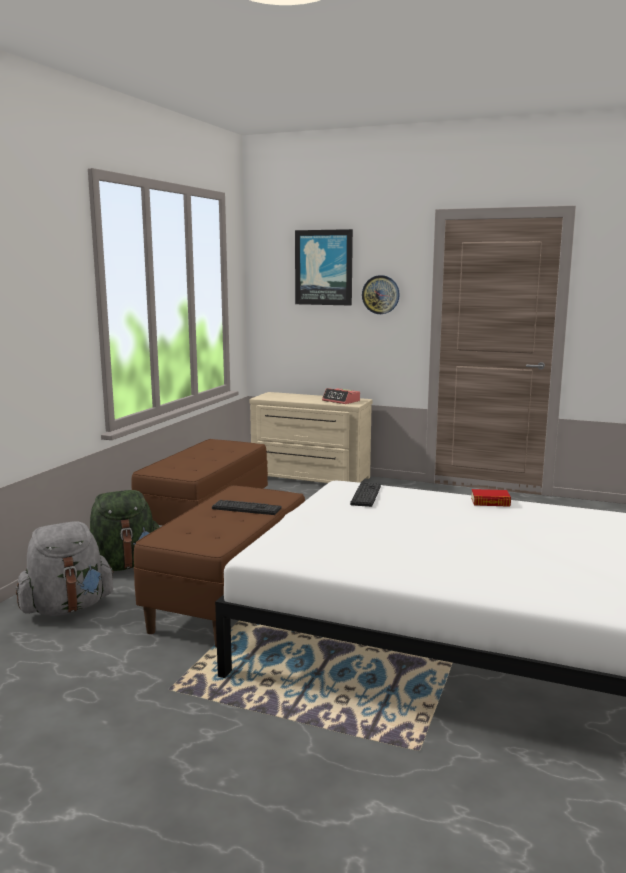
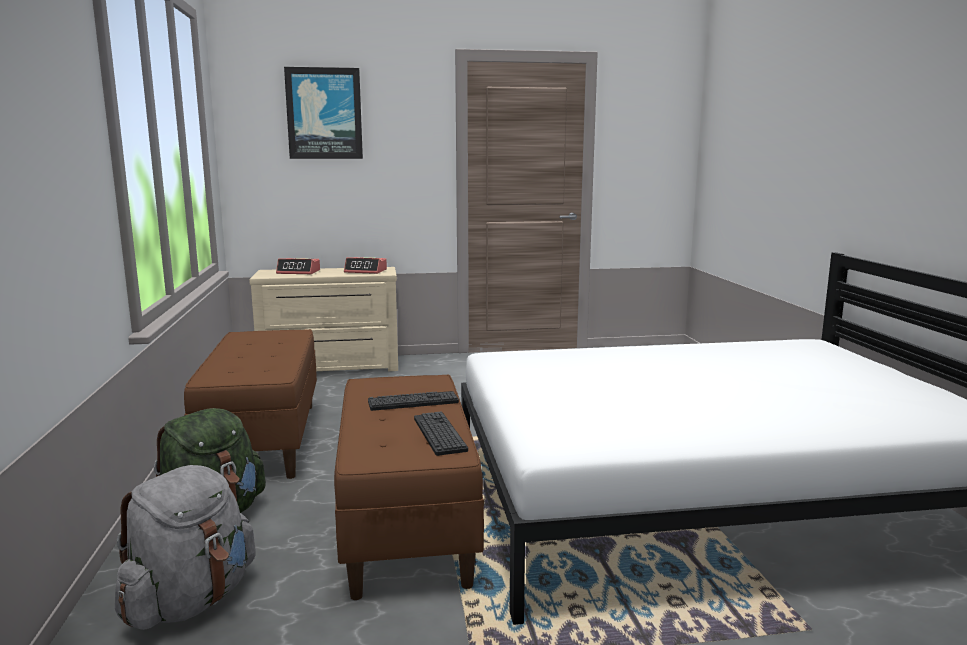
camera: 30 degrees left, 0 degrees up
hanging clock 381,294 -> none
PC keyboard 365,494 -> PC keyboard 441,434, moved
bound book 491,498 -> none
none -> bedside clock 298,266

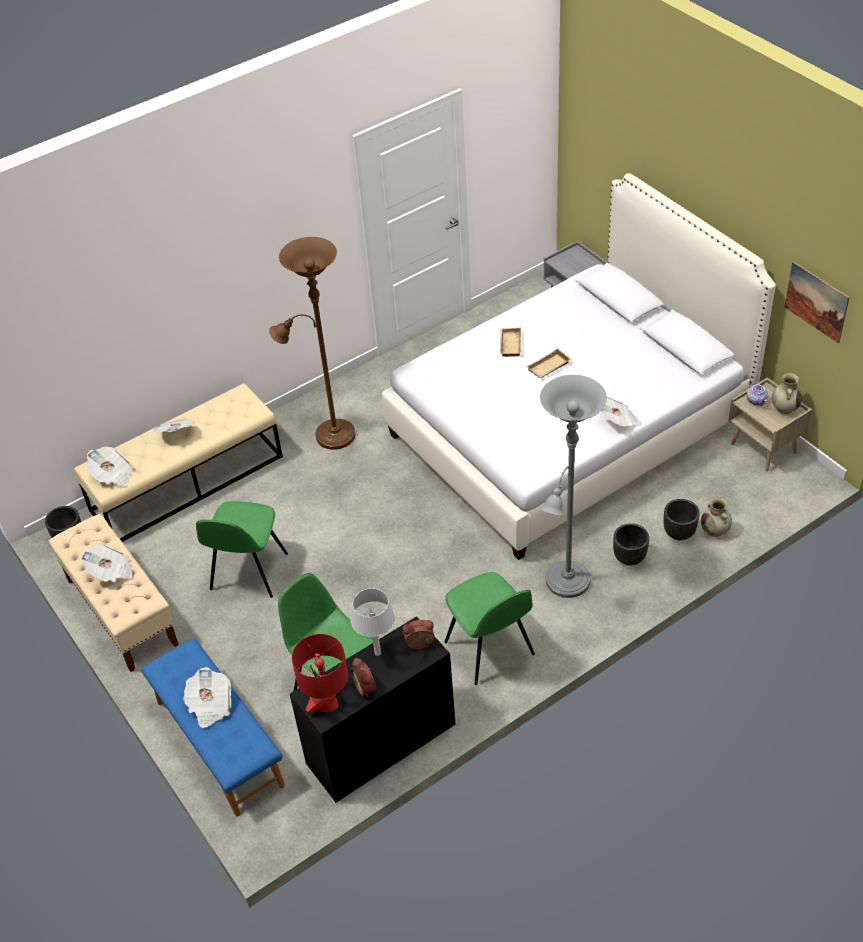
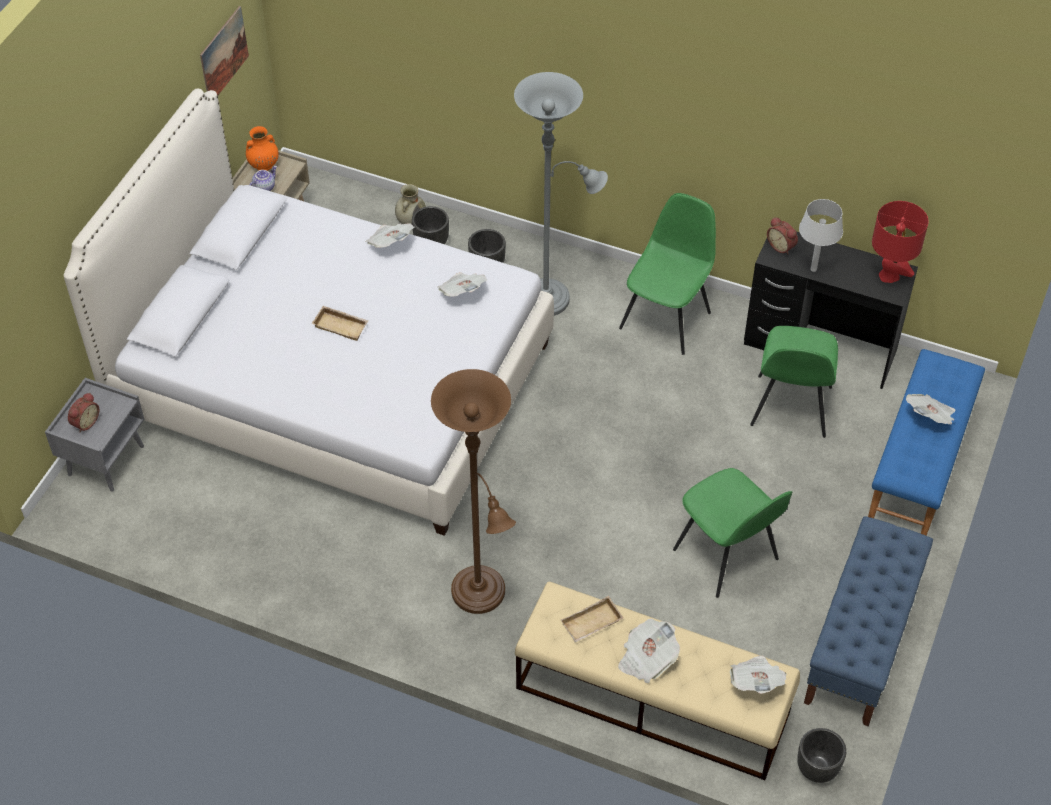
camera: 125 degrees left, 5 degrees up
beige carrying tray 510,342 -> beige carrying tray 592,619, moved
beige decorative vase 787,393 -> orange decorative vase 262,148
greenish upright chair 242,549 -> greenish upright chair 732,533, 75 degrees clockwise
beige bench 114,593 -> bluish bench 868,621
newspaper 107,563 -> newspaper 462,284, moved
bedside clock 363,677 -> bedside clock 83,412, moved

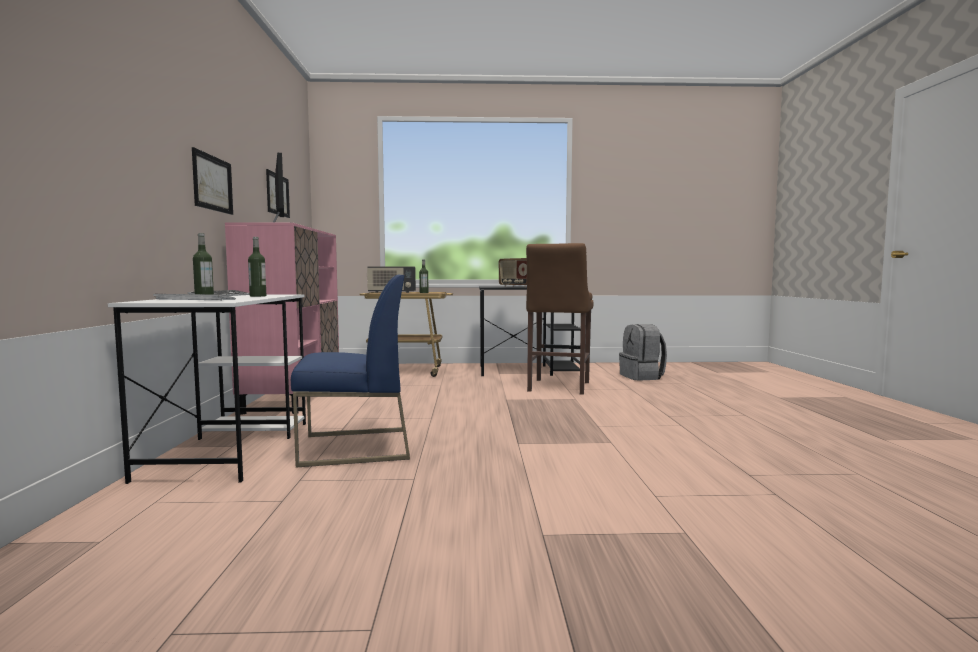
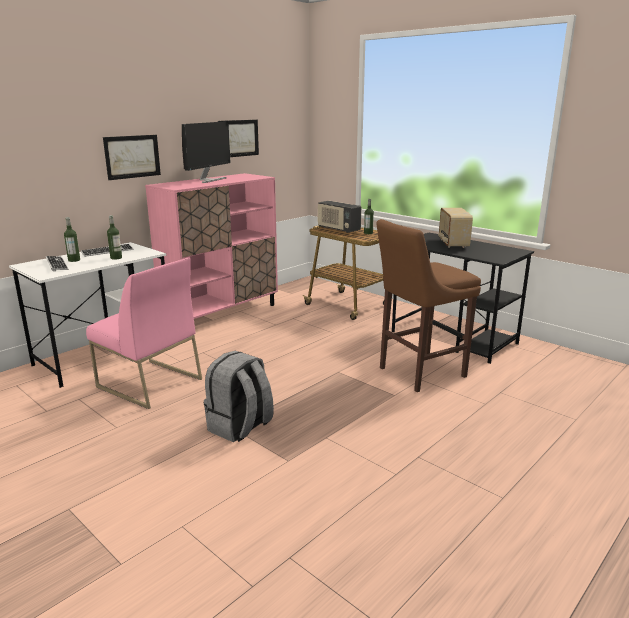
camera: 45 degrees right, 15 degrees up
bluish upright chair 350,371 -> pink-coloured upright chair 144,333
grey backpack 643,352 -> grey backpack 239,396, moved

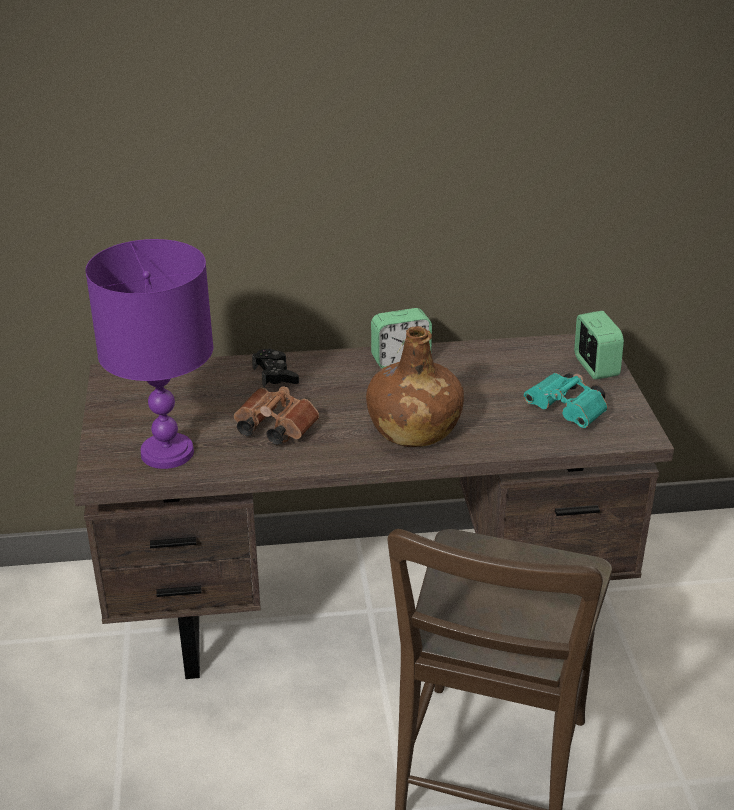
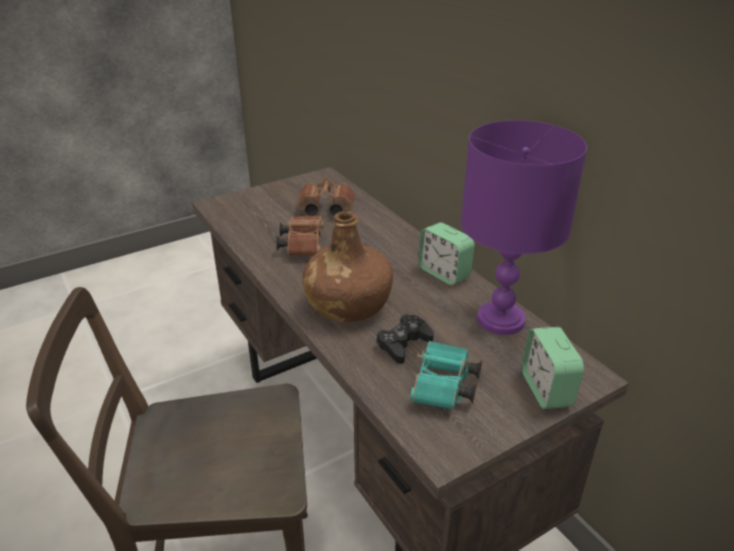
camera: 65 degrees right, 0 degrees up
purplish tabletop lamp 149,354 -> purplish tabletop lamp 524,227, moved
bedside clock 599,345 -> bedside clock 553,368, 120 degrees clockwise
black-coloured game controller 275,368 -> black-coloured game controller 405,339, moved
none -> brown binoculars 326,197

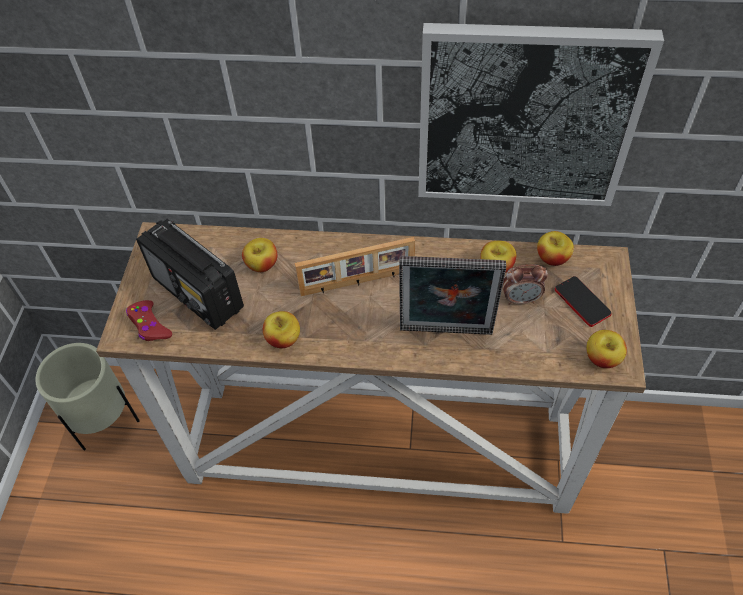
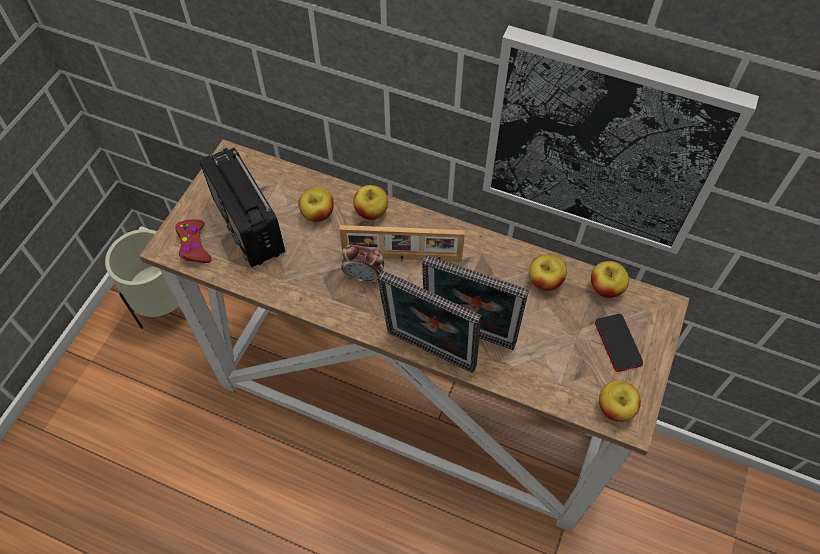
camera: 15 degrees right, 5 degrees up
bedside clock 525,284 -> bedside clock 362,264, moved
apple fruit 281,329 -> apple fruit 370,202, moved
none -> standing frame 429,321

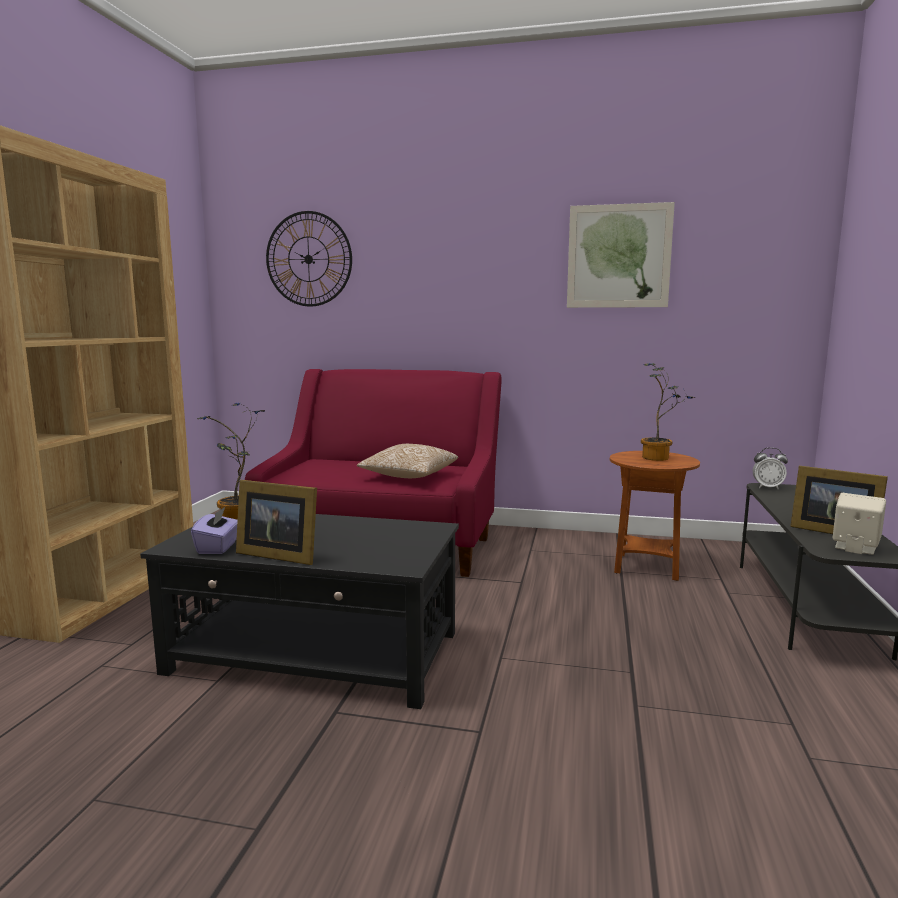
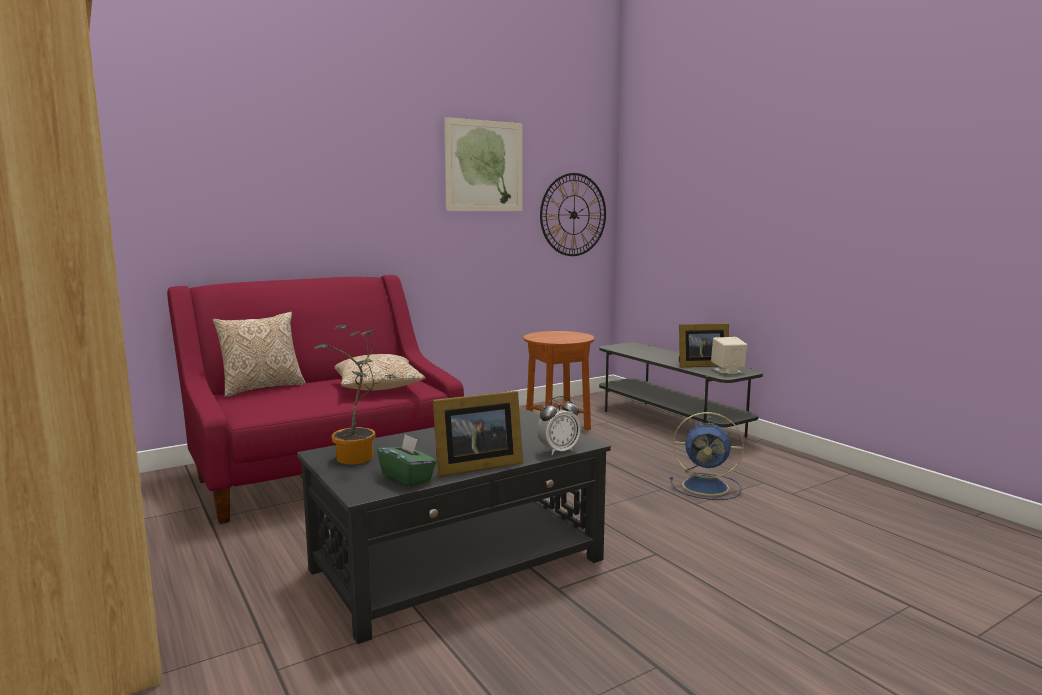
camera: 45 degrees left, 0 degrees up
hanging clock 309,259 -> hanging clock 573,214, moved
plant in a pot 668,412 -> none
bedside clock 770,468 -> bedside clock 559,425, moved
purplish tissue box 214,530 -> greenish tissue box 406,461
none -> throw pillow 259,354
none -> bluish fan 707,456

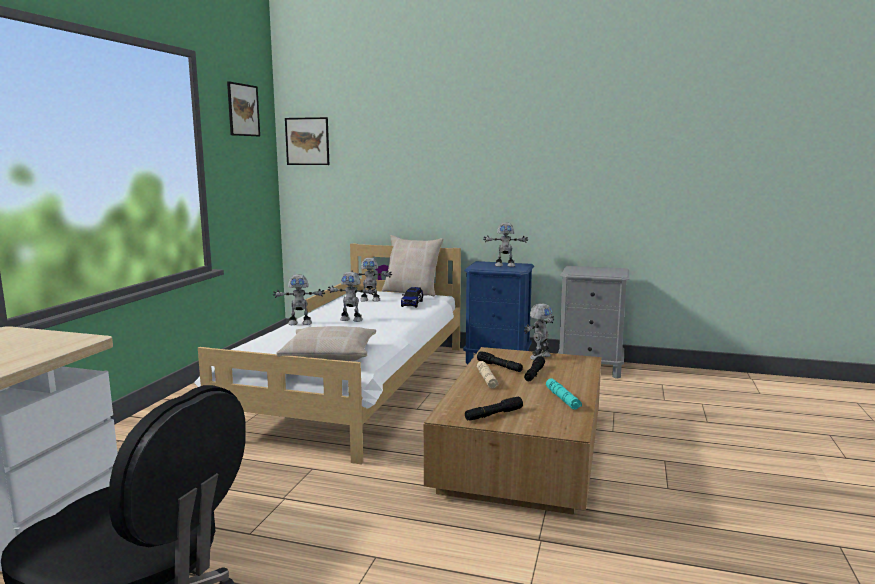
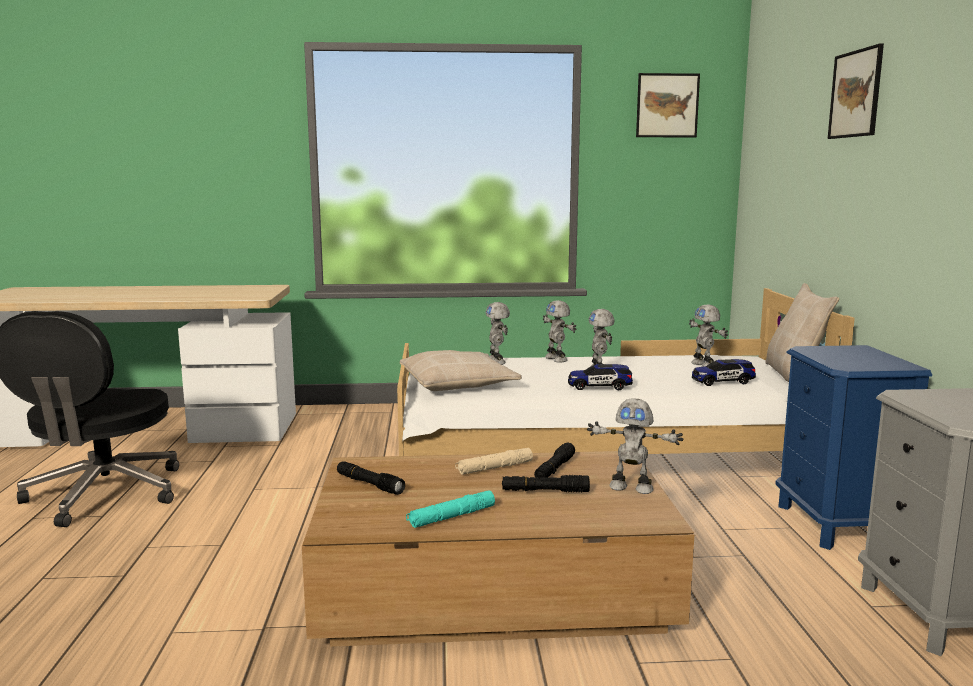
camera: 70 degrees right, 0 degrees up
picture 307,141 -> picture 856,91, moved
toy robot 505,244 -> toy robot 498,333, moved
none -> model car 600,377

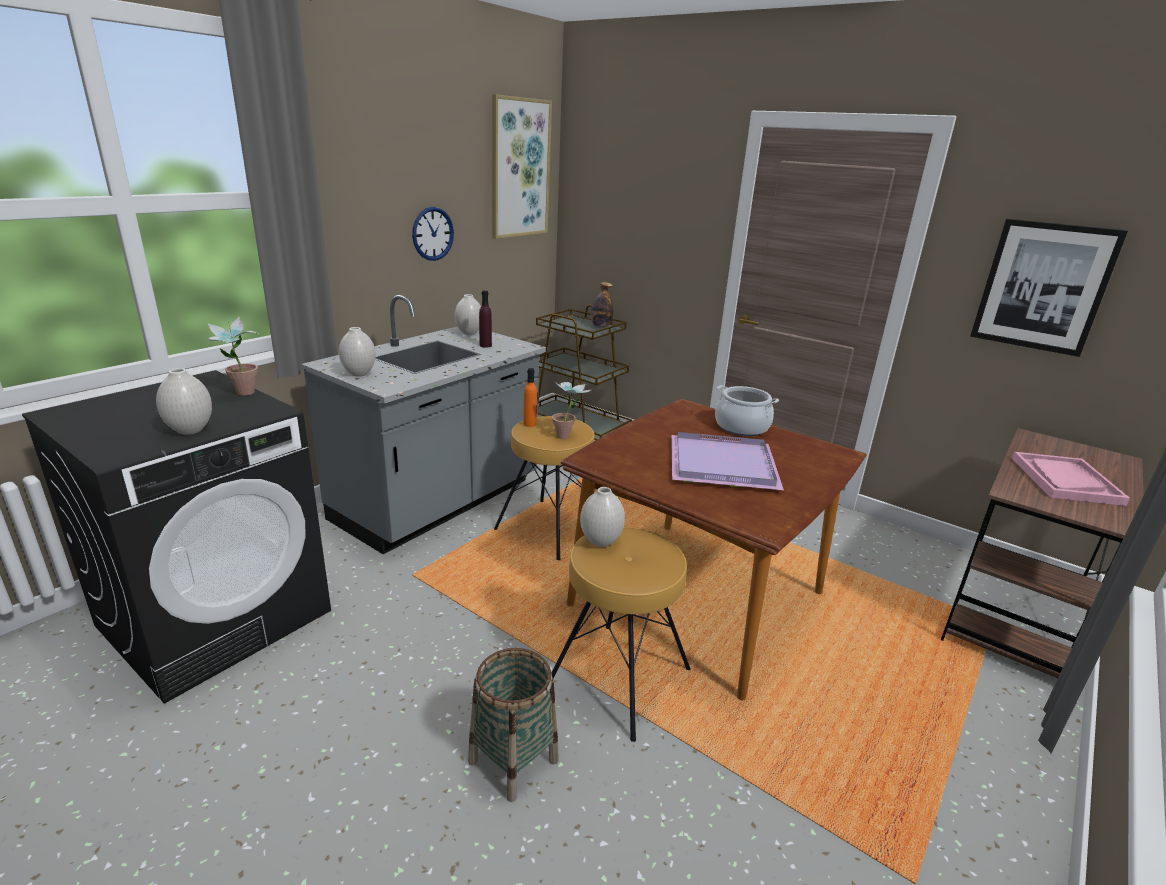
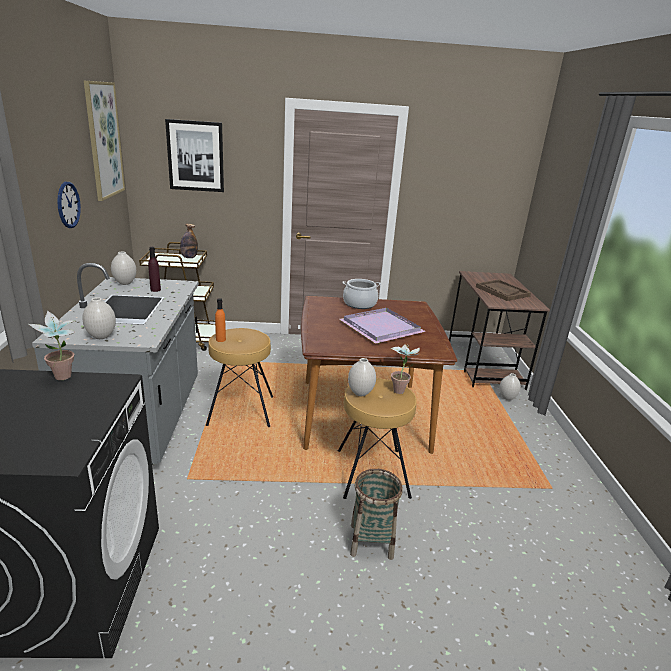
camera: 40 degrees left, 0 degrees up
picture 1049,288 -> picture 194,155, moved
whitish decorative vase 184,401 -> whitish decorative vase 510,386, moved
plant in a pot 571,409 -> plant in a pot 405,369, moved
pink-coloured carrying tray 1071,479 -> brown carrying tray 503,290

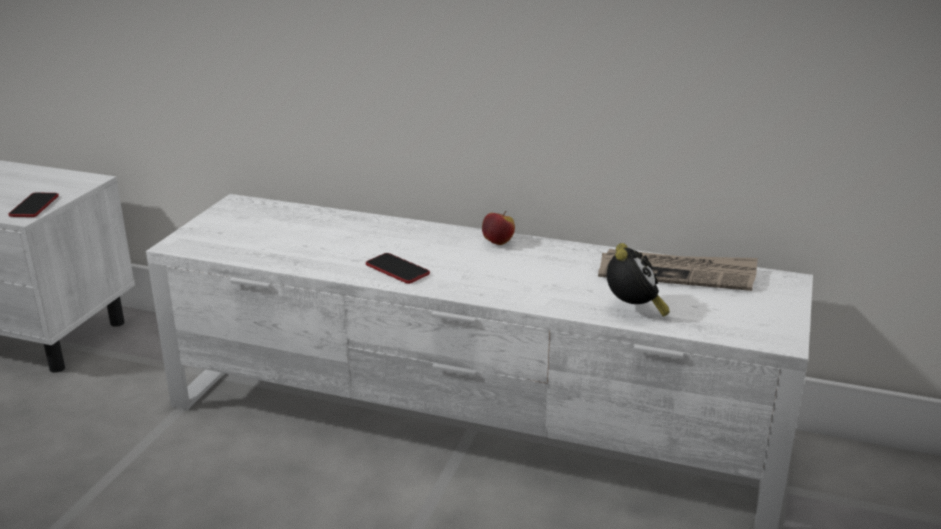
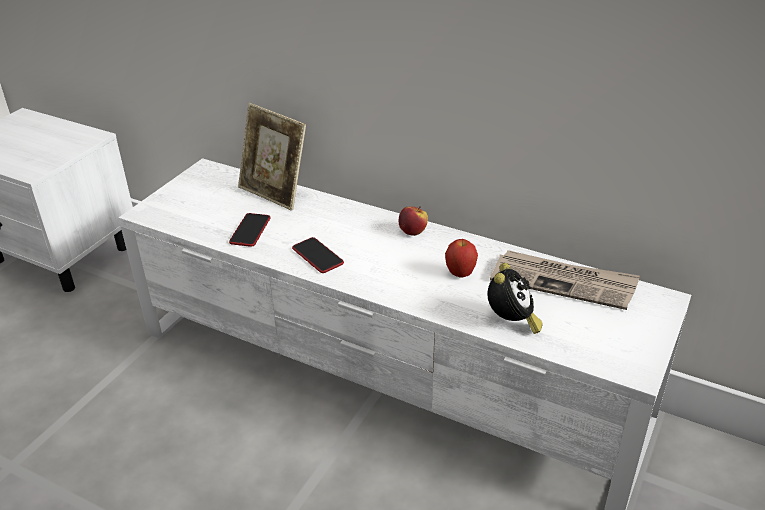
camera: 10 degrees right, 10 degrees up
phone 33,204 -> phone 249,230, moved
none -> standing frame 272,157
none -> apple fruit 461,258

